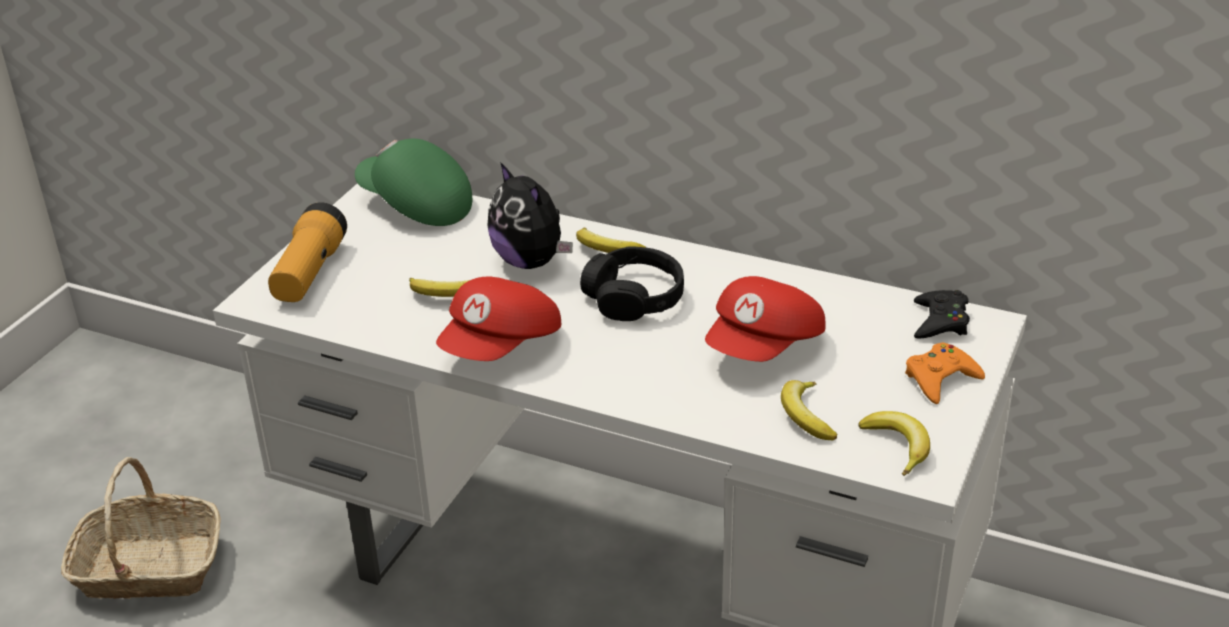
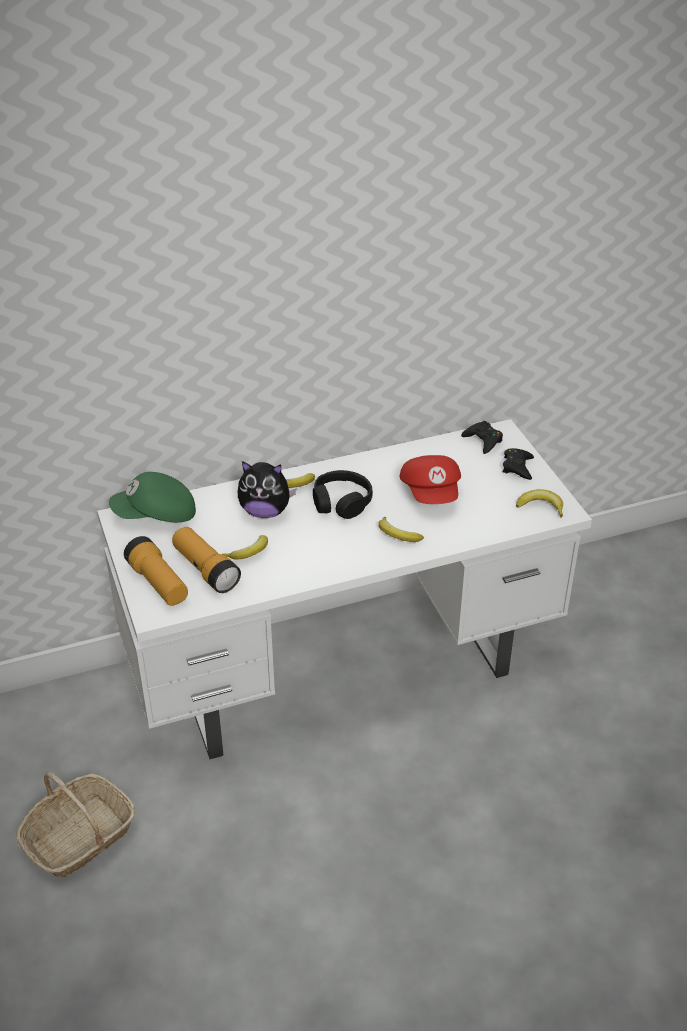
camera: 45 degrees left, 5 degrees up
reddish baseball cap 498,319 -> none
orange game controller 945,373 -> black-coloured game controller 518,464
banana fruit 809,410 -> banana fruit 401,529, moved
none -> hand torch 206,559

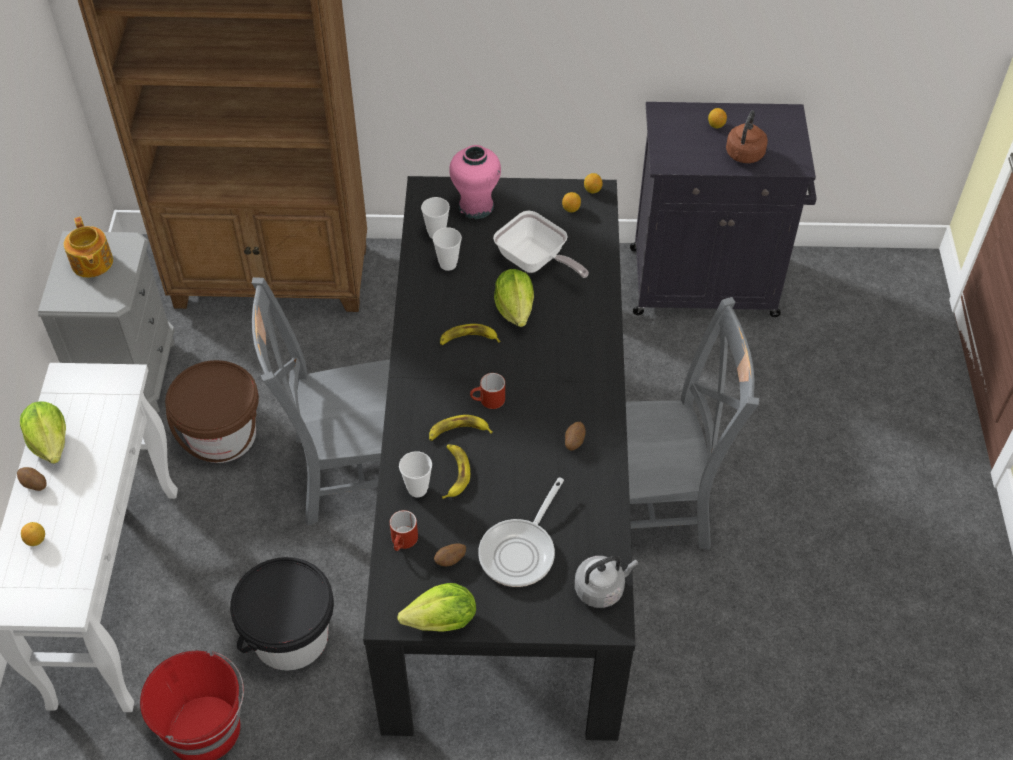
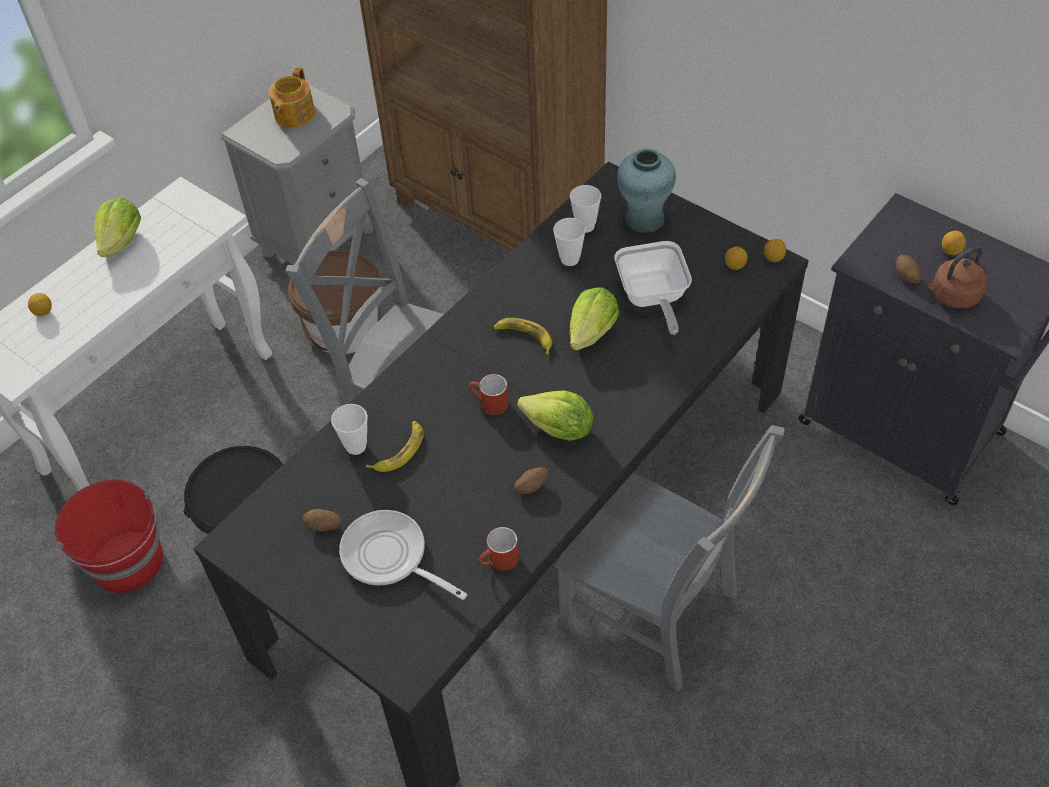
camera: 40 degrees right, 0 degrees up
pink-coloured decorative vase 475,182 -> blue-green decorative vase 646,191
banana fruit 461,428 -> none
spud 32,479 -> spud 909,269, moved
frying pan 521,532 -> frying pan 403,555, 60 degrees clockwise
reddish tea mug 404,530 -> reddish tea mug 498,549, moved
grey tea kettle 606,582 -> none
lettuce head 436,607 -> lettuce head 555,415, moved

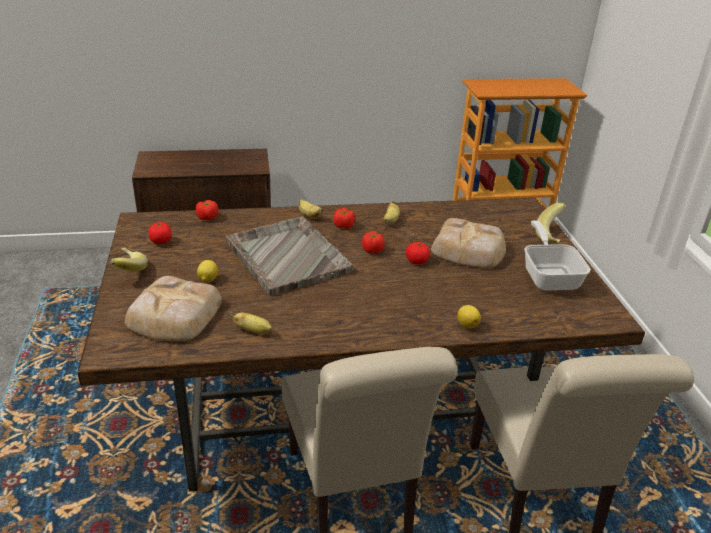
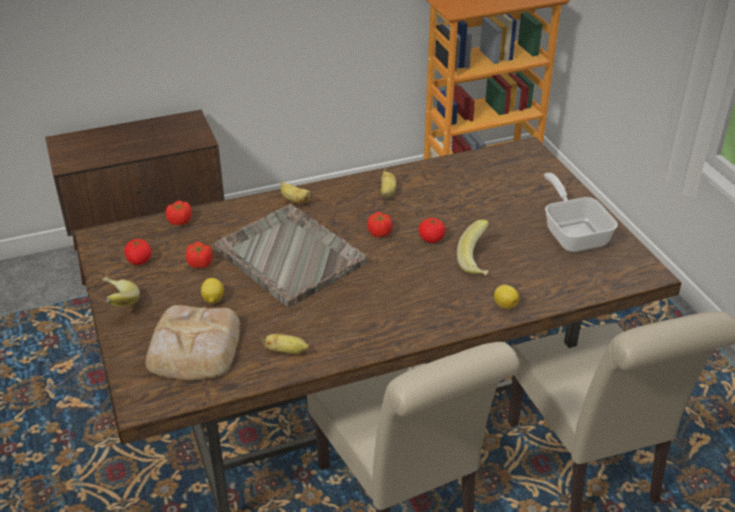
camera: 10 degrees left, 5 degrees up
banana fruit 550,223 -> banana fruit 473,248, moved
tomato 344,218 -> tomato 199,255, moved
bread 468,243 -> none

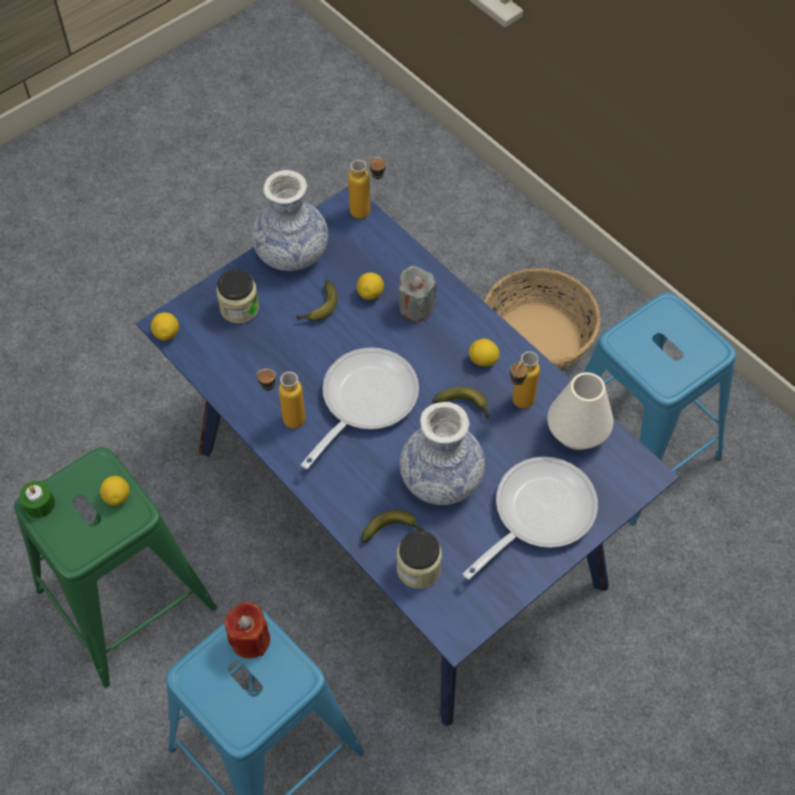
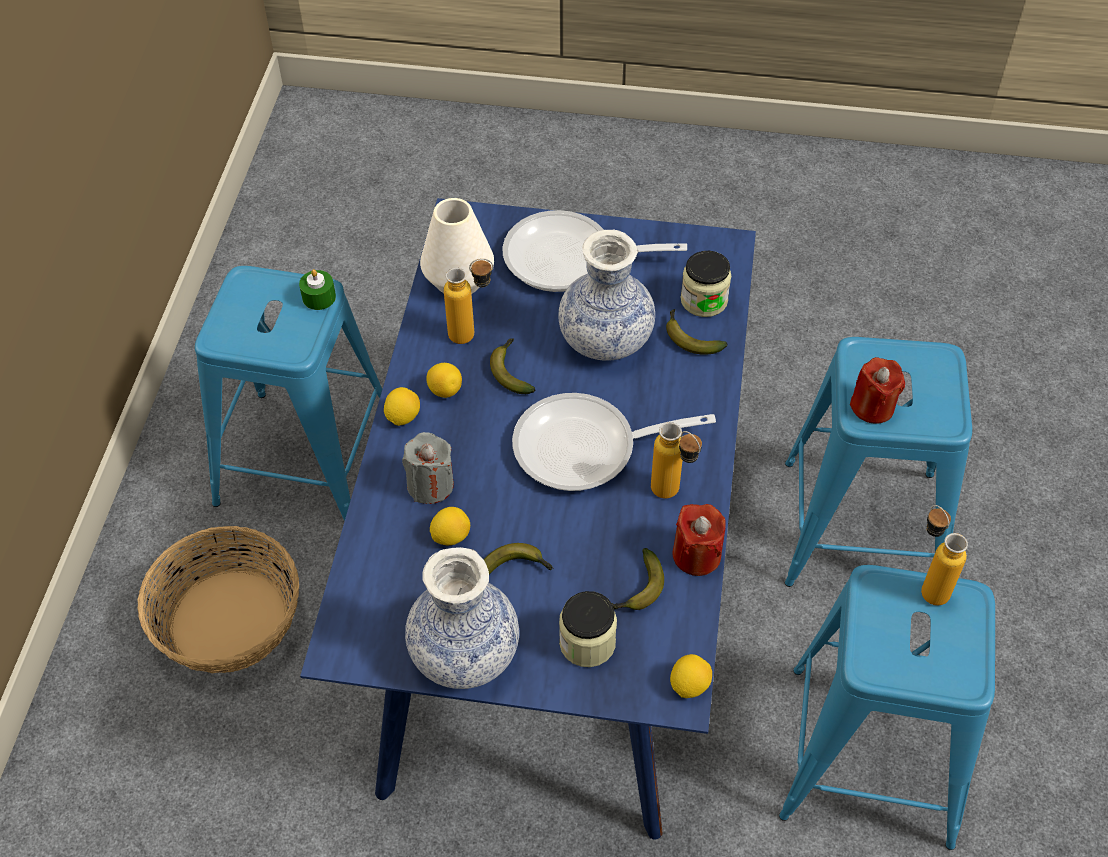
camera: 130 degrees left, 5 degrees down
drink bottle 367,188 -> drink bottle 944,555, moved
greenish stool 115,567 -> bluish stool 887,707
lemon 115,491 -> lemon 402,406, moved
greenish candle 37,499 -> greenish candle 317,289, moved
none -> reddish candle 699,540
none -> banana fruit 638,579

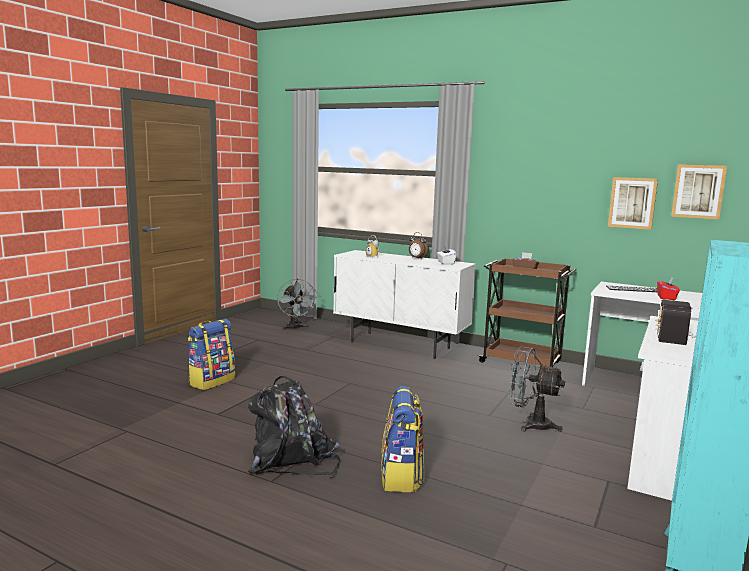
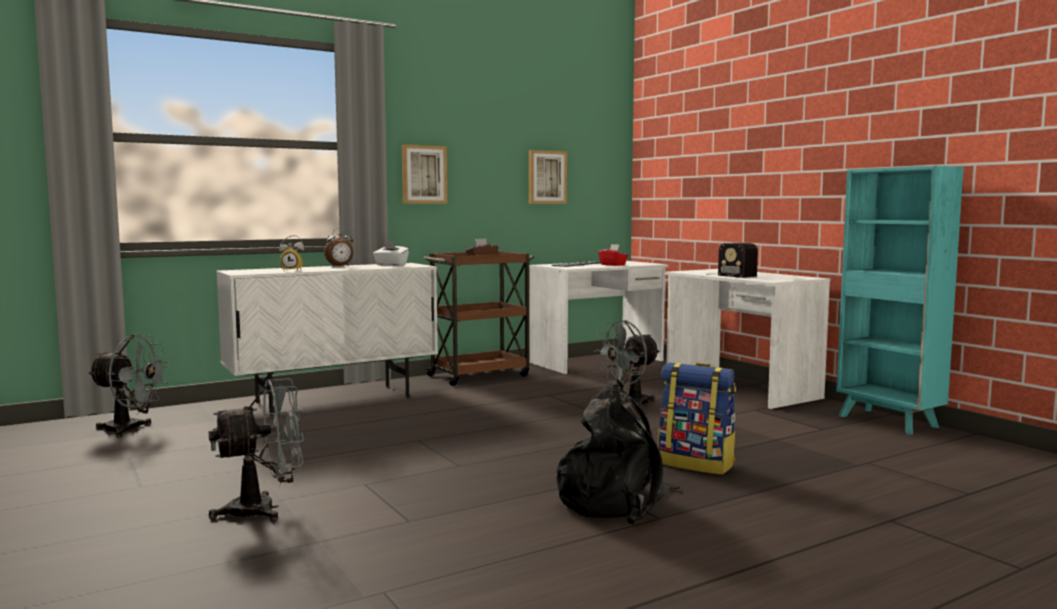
camera: 60 degrees left, 5 degrees down
picture 699,191 -> picture 424,174, moved
backpack 211,354 -> grey fan 256,449

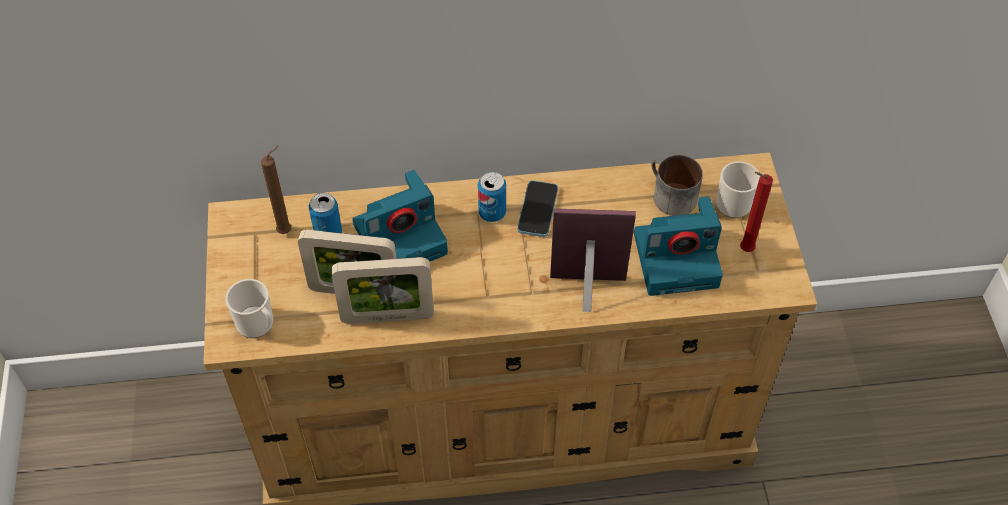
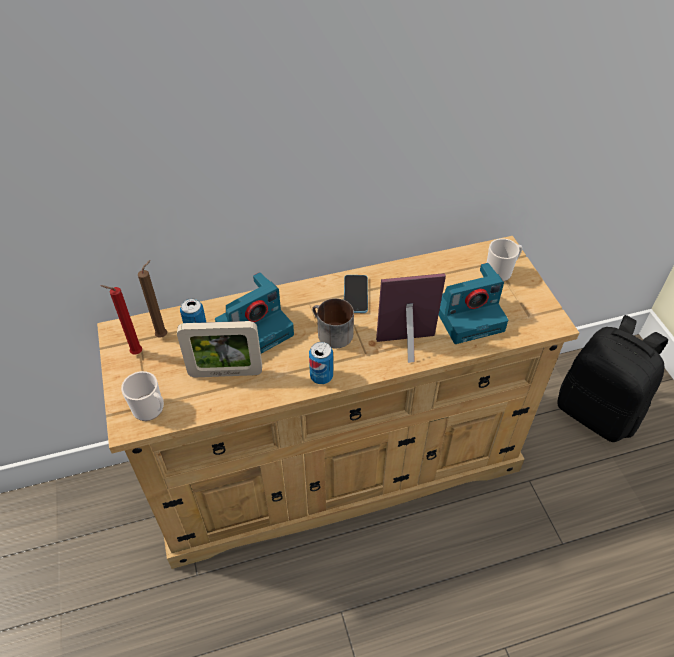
camera: 10 degrees left, 5 degrees down
tea mug 677,185 -> tea mug 333,323, moved
can 492,197 -> can 321,363, moved
reddish candle 756,212 -> reddish candle 121,320, moved
standing frame 383,290 -> none
none -> black-coloured backpack 612,378

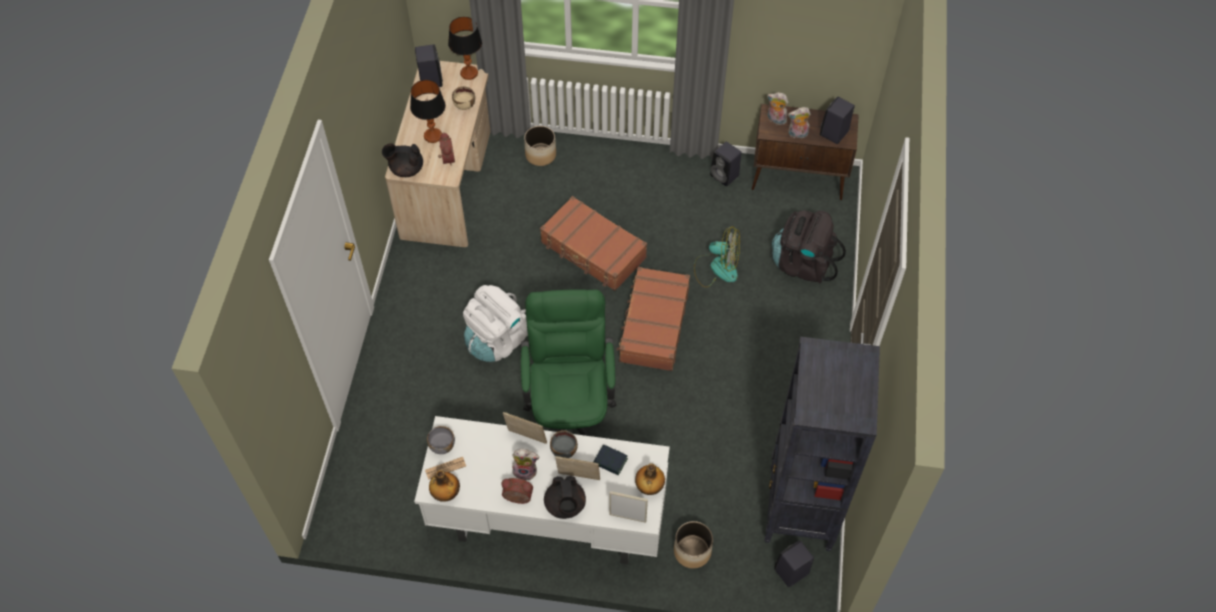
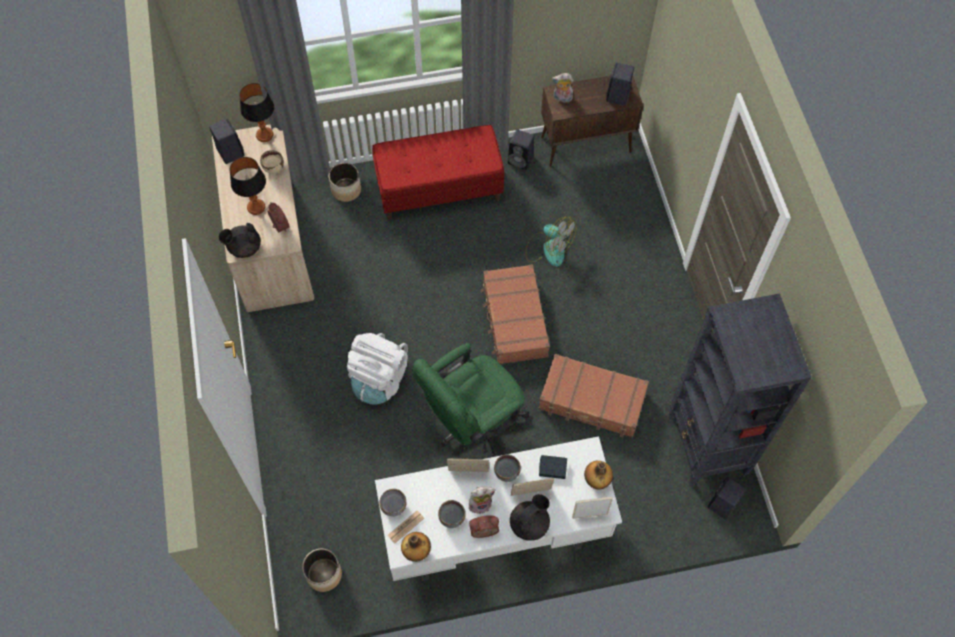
camera: 20 degrees left, 5 degrees up
plush toy 799,122 -> none
brown suitcase 593,243 -> brown suitcase 594,395, moved
black-coloured backpack 809,247 -> none
fan 717,257 -> fan 551,242, 45 degrees clockwise
greenish computer chair 569,362 -> greenish computer chair 470,400, 105 degrees counterclockwise
black-coloured pot for tea 565,497 -> black-coloured pot for tea 530,517, 105 degrees counterclockwise
planter 693,545 -> planter 322,570, moved
none -> reddish bench 438,172
none -> grey serving bowl 451,514

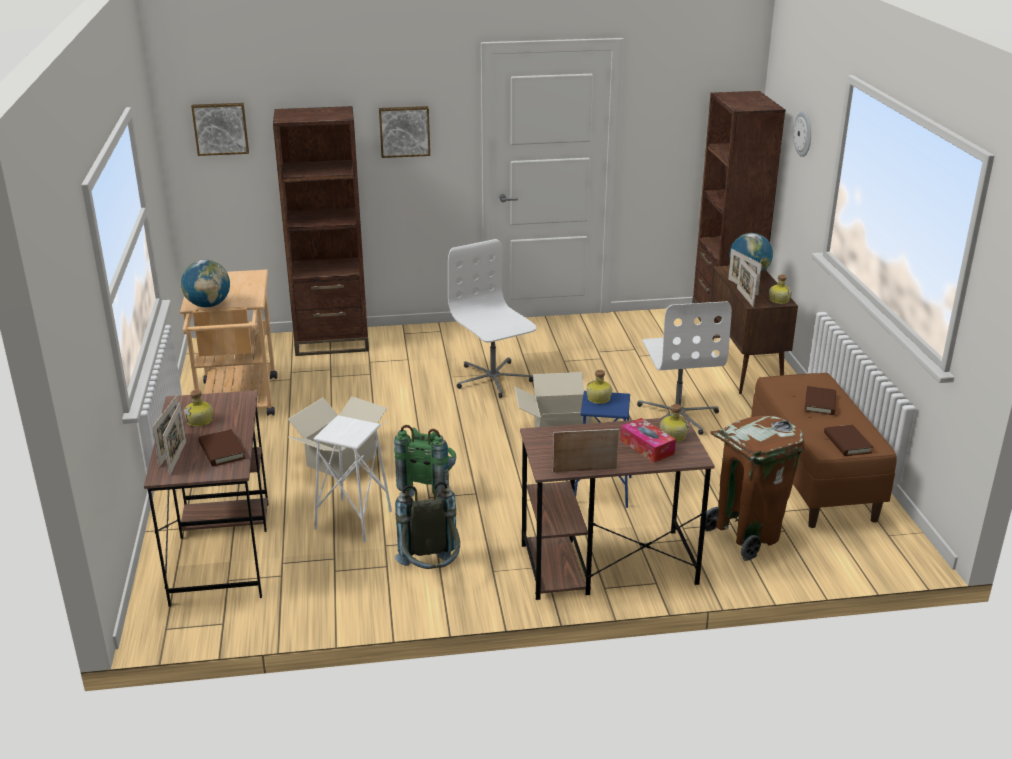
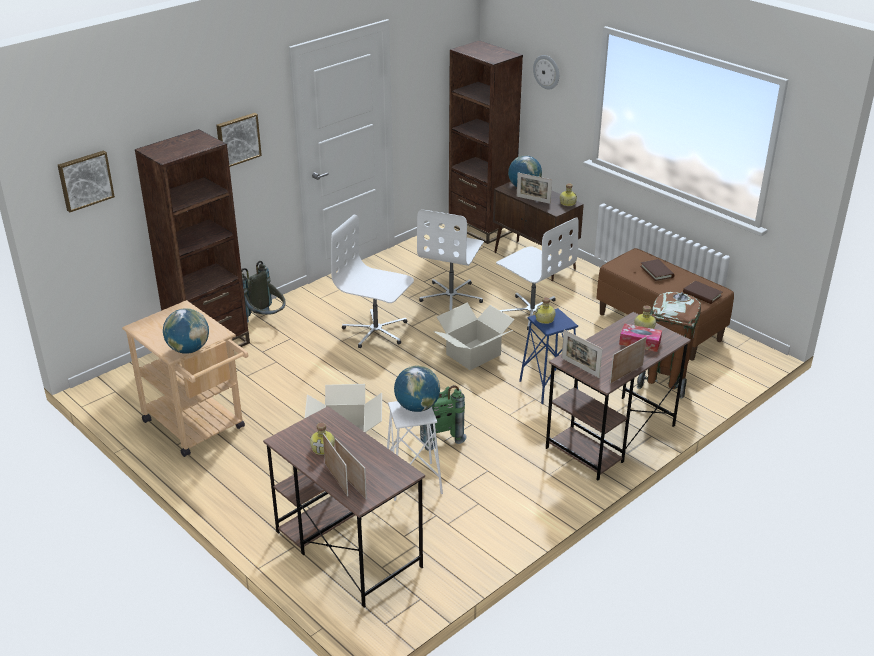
camera: 35 degrees left, 5 degrees up
standing frame 747,282 -> standing frame 582,353, moved
brown bound book 222,447 -> none
grey backpack 427,525 -> grey backpack 263,292, moved
none -> whitish computer chair 450,260
none -> world globe 417,388

